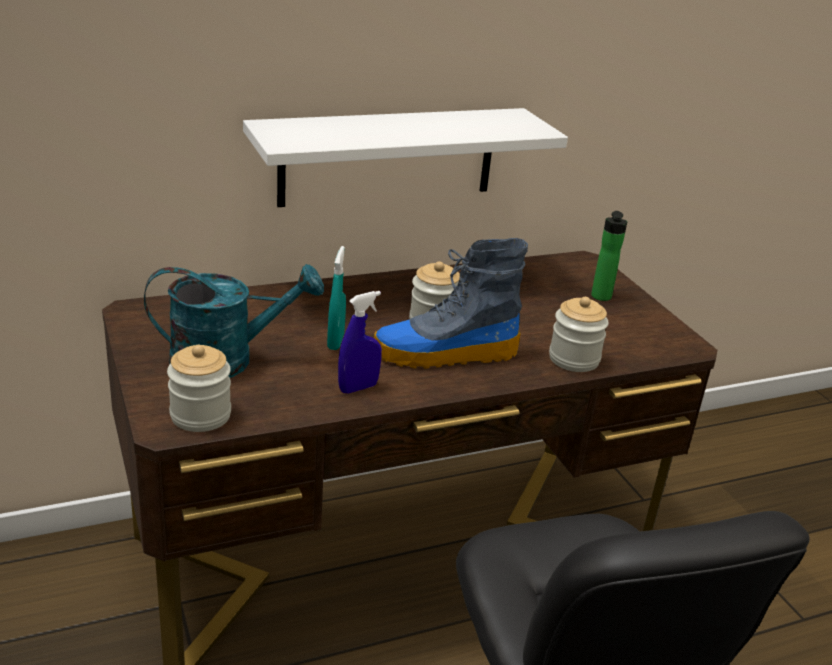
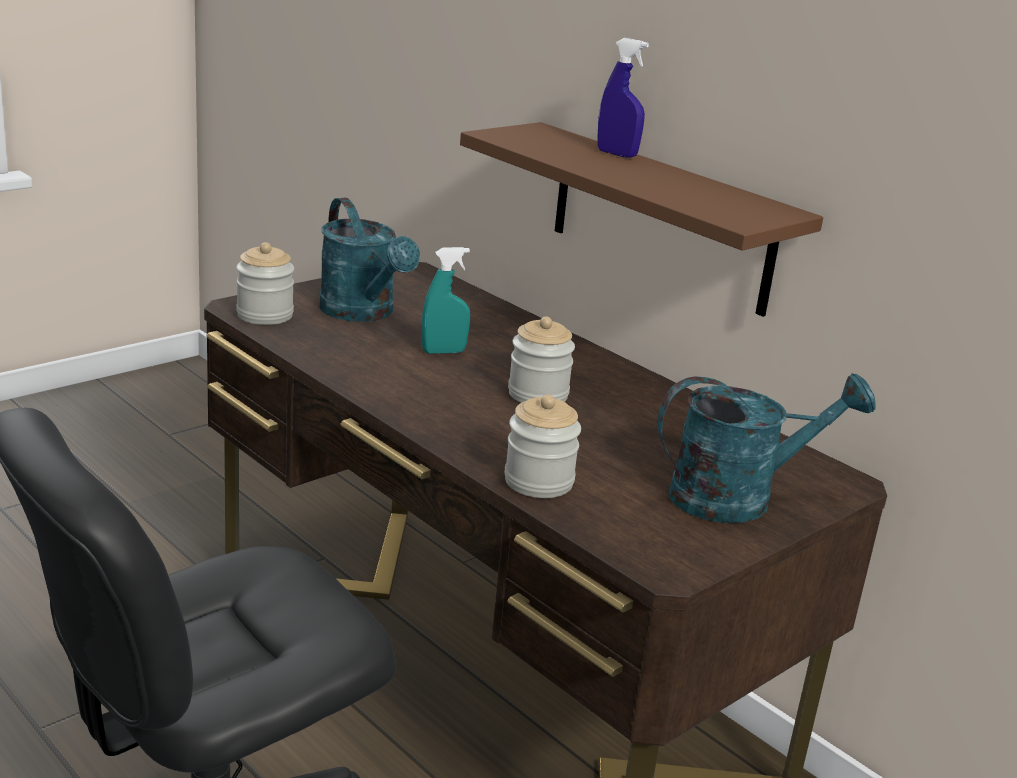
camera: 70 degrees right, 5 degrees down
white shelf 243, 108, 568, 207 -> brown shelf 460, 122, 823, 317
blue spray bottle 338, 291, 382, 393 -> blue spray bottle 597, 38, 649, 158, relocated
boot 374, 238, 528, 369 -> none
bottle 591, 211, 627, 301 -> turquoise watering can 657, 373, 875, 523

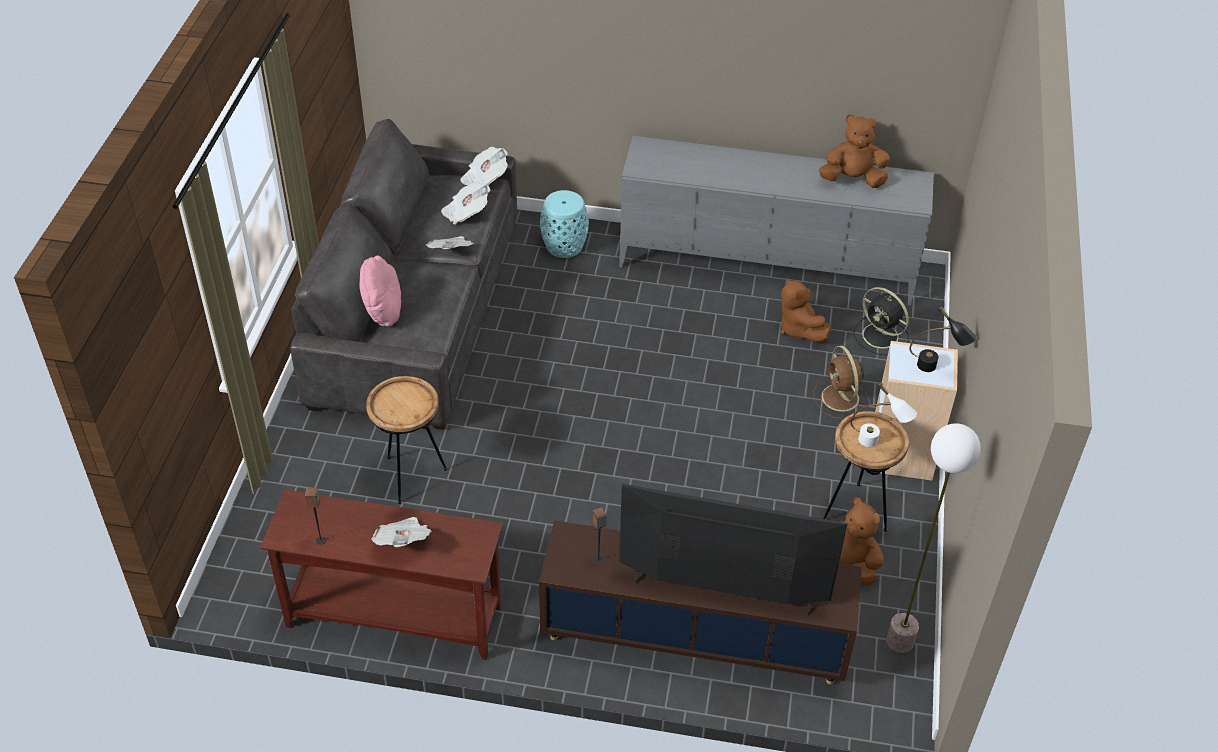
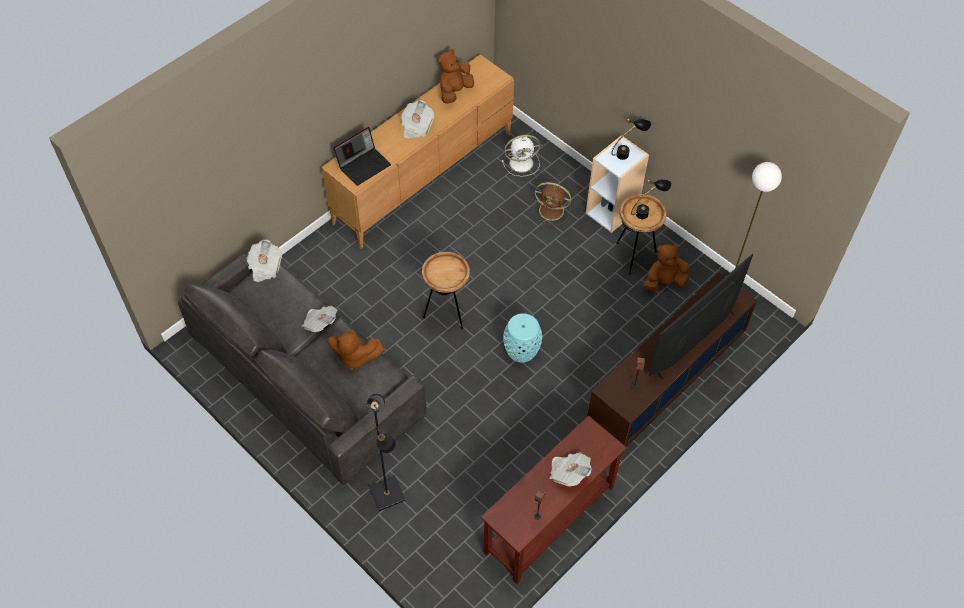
camera: 55 degrees left, 10 degrees up
pink pillow 359, 255, 401, 326 -> none
brown side table 366, 376, 447, 504 -> brown side table 422, 252, 470, 329, relocated
newspaper 441, 181, 490, 225 -> newspaper 401, 100, 434, 138, relocated
turquoise stool 540, 190, 589, 258 -> turquoise stool 503, 313, 542, 363, relocated
grey cabinet 619, 136, 934, 306 -> brown cabinet 321, 54, 514, 249
brown plush toy 780, 277, 831, 342 -> brown plush toy 327, 331, 384, 370, relocated
white table lamp 850, 382, 917, 447 -> black table lamp 631, 179, 672, 219
black fan 854, 287, 909, 355 -> white fan 502, 135, 540, 177
none -> laptop 334, 127, 391, 186
none -> black floor lamp 367, 394, 406, 511

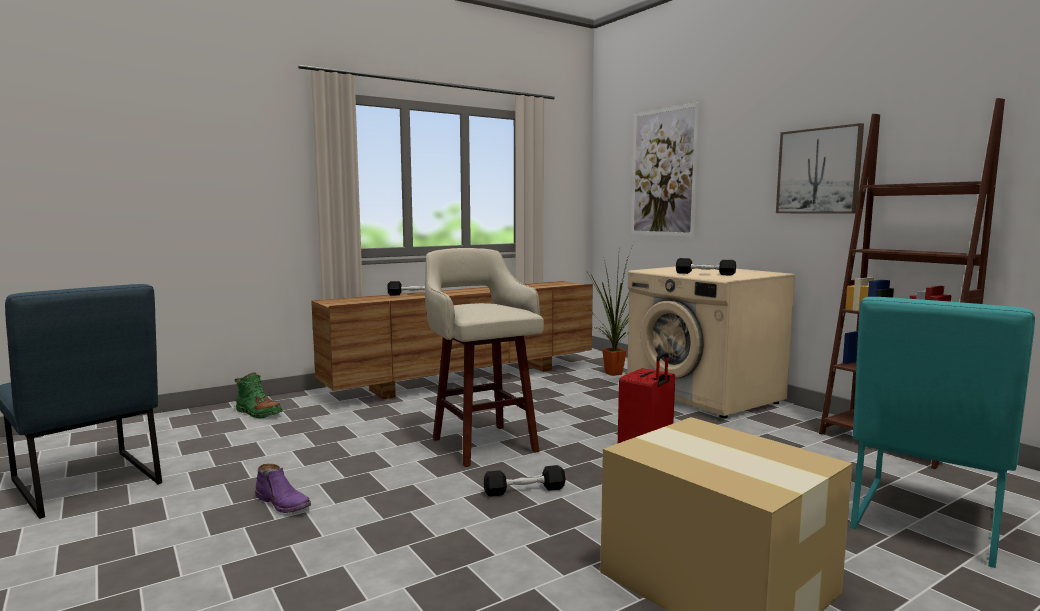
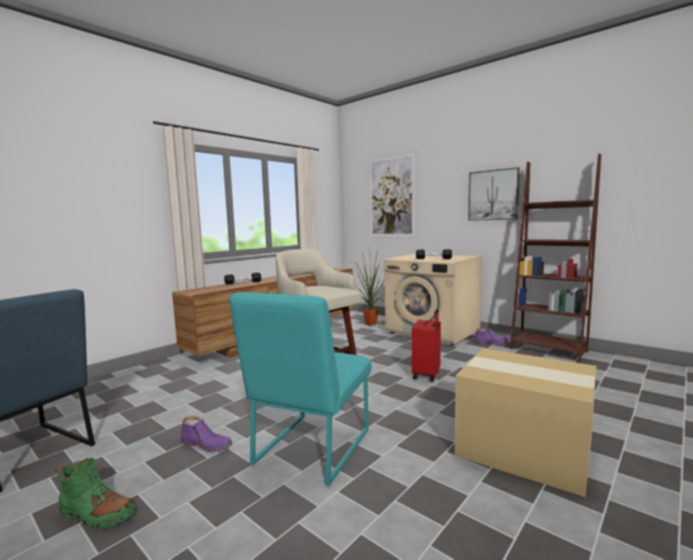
camera: 15 degrees left, 0 degrees up
green boot 234, 373, 283, 418 -> green boot 54, 458, 136, 529, relocated
black dumbbell 484, 465, 566, 497 -> none
turquoise chair 850, 297, 1035, 568 -> turquoise chair 229, 292, 371, 486, relocated
none -> purple boot 474, 328, 511, 344

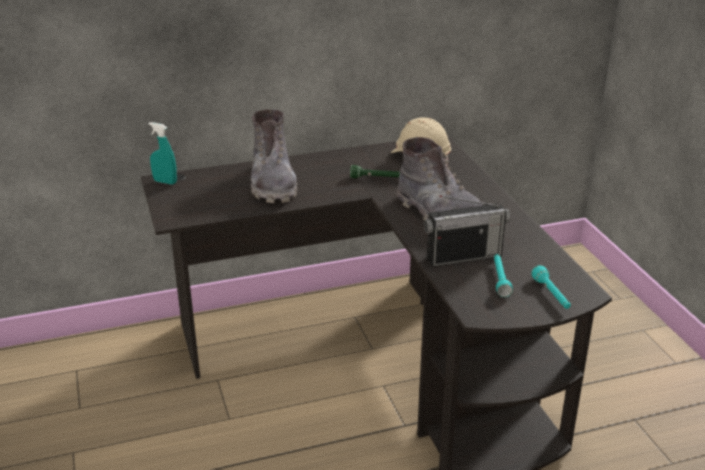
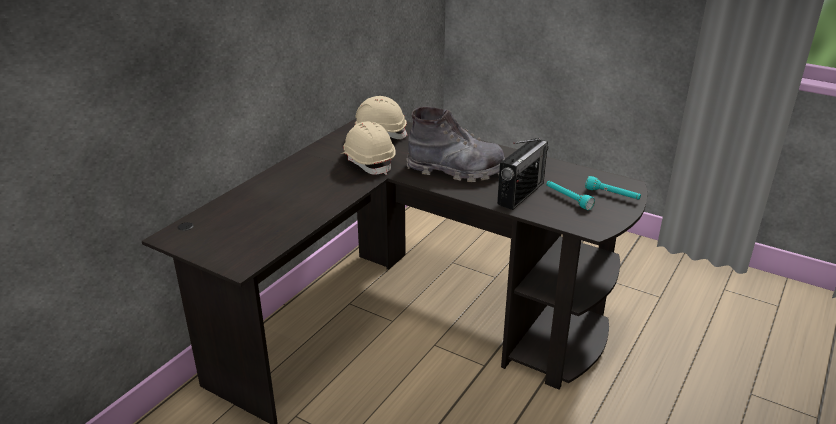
camera: 40 degrees left, 0 degrees up
turquoise spray bottle 148, 122, 177, 185 -> none
grey boot 251, 109, 297, 203 -> none
green flashlight 350, 165, 400, 178 -> beige hard hat 341, 121, 396, 175

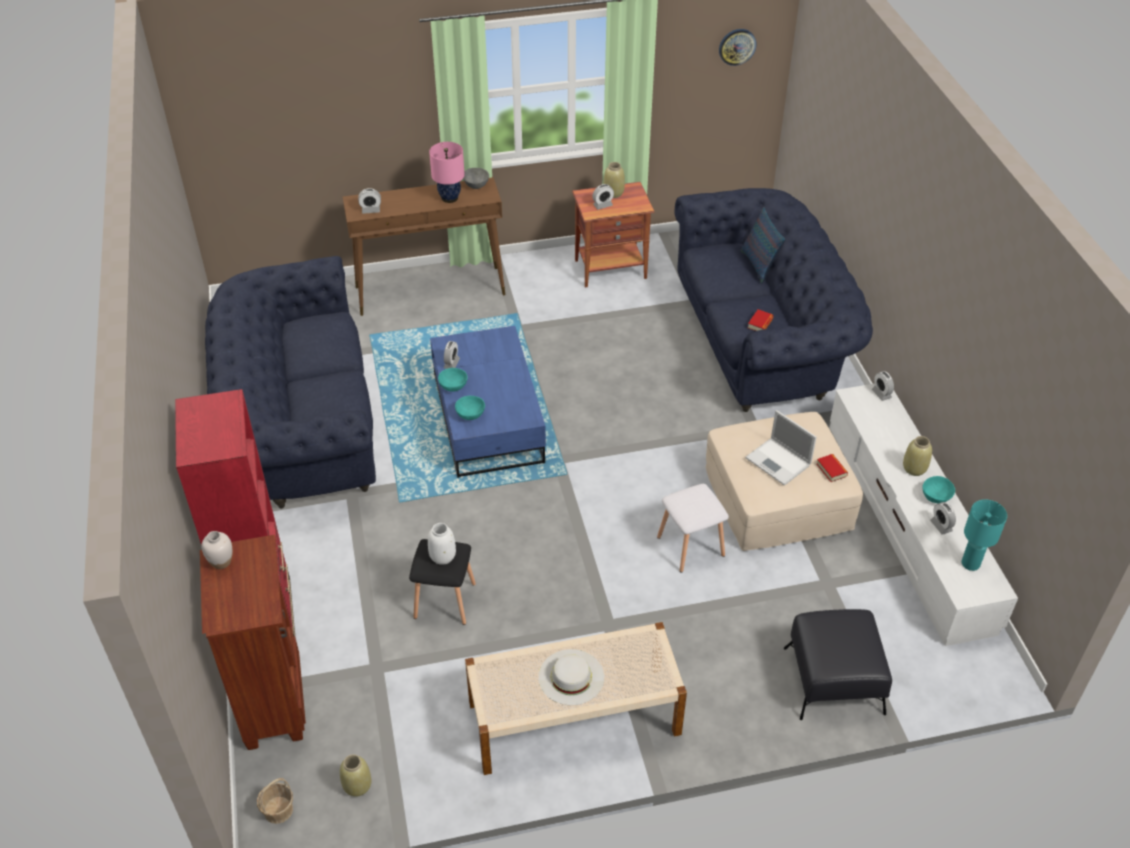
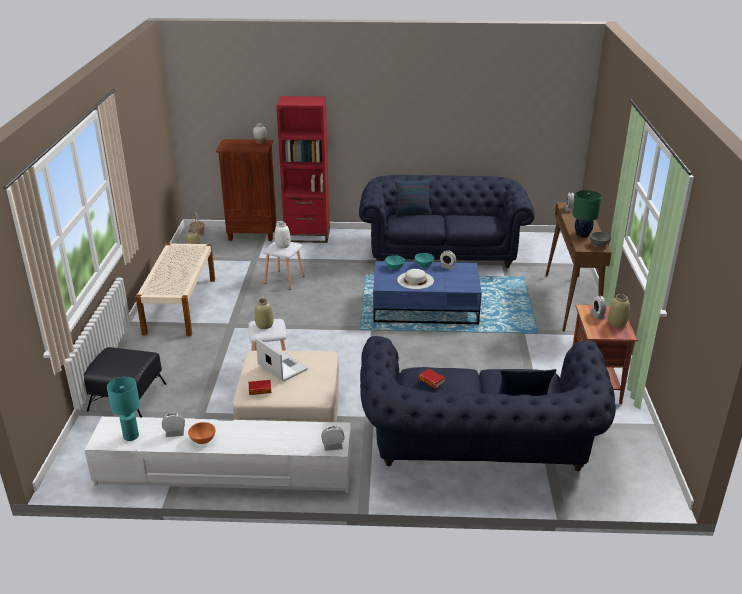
camera: 105 degrees right, 15 degrees down
black stool 409, 539, 476, 625 -> white stool 263, 241, 304, 290
pink table lamp 429, 142, 465, 203 -> green table lamp 572, 190, 602, 237
white hat 538, 649, 604, 705 -> white hat 397, 269, 434, 289, relocated
wall clock 719, 29, 756, 66 -> none
laptop 745, 410, 817, 486 -> laptop 256, 338, 308, 382, 75 degrees clockwise
beige vase 903, 436, 932, 476 -> beige vase 254, 298, 273, 329, relocated
turquoise bowl 923, 476, 955, 503 -> orange bowl 188, 422, 216, 444
none -> blue pillow 395, 179, 432, 217

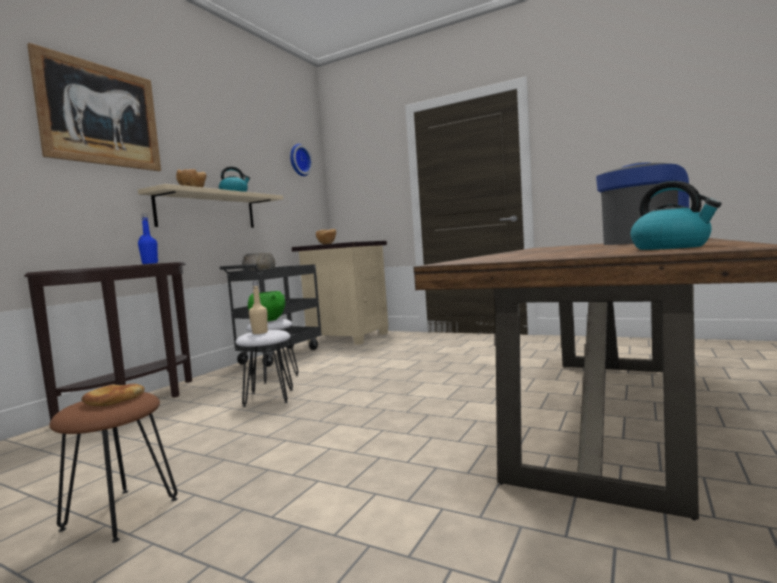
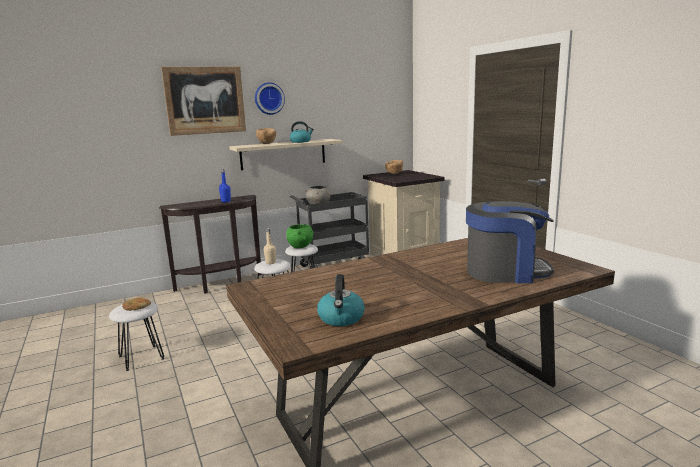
camera: 35 degrees right, 10 degrees up
brown stool 49, 392, 178, 543 -> white stool 109, 301, 165, 371
wall clock 290, 144, 313, 176 -> wall clock 255, 82, 285, 115, relocated

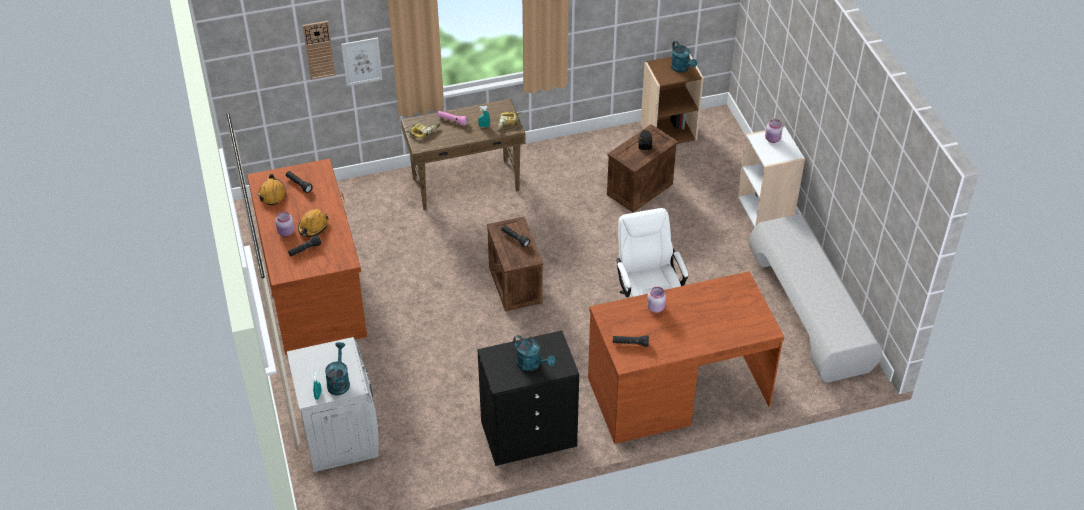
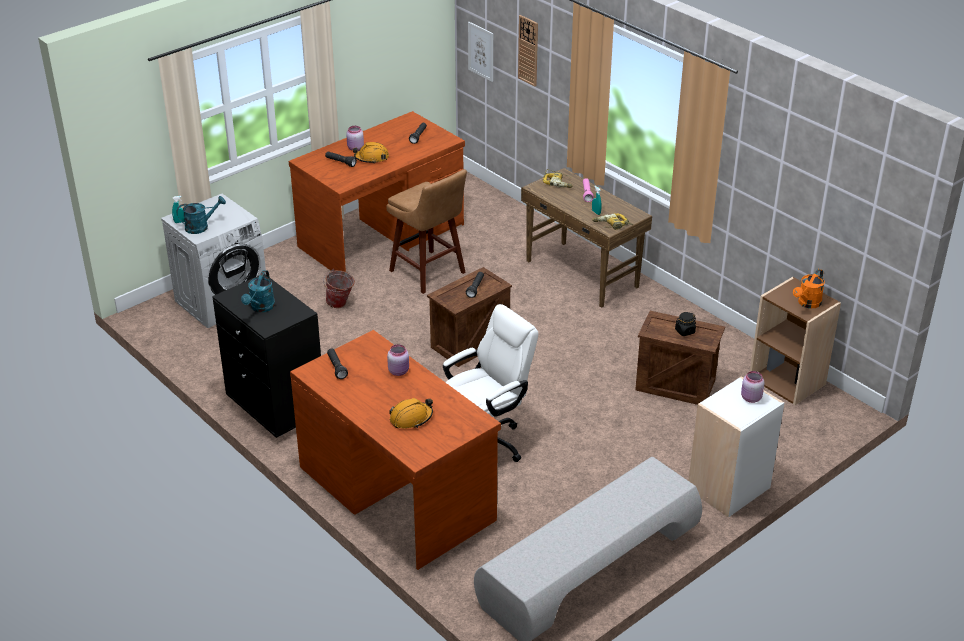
camera: 65 degrees right, 10 degrees down
orange hard hat 258, 174, 286, 205 -> orange hard hat 389, 398, 433, 428, relocated
picture 341, 37, 383, 86 -> picture 468, 22, 493, 82, relocated
turquoise watering can 671, 41, 697, 73 -> orange watering can 793, 269, 825, 308
none -> bucket 323, 269, 355, 308
none -> brown stool 386, 169, 467, 294

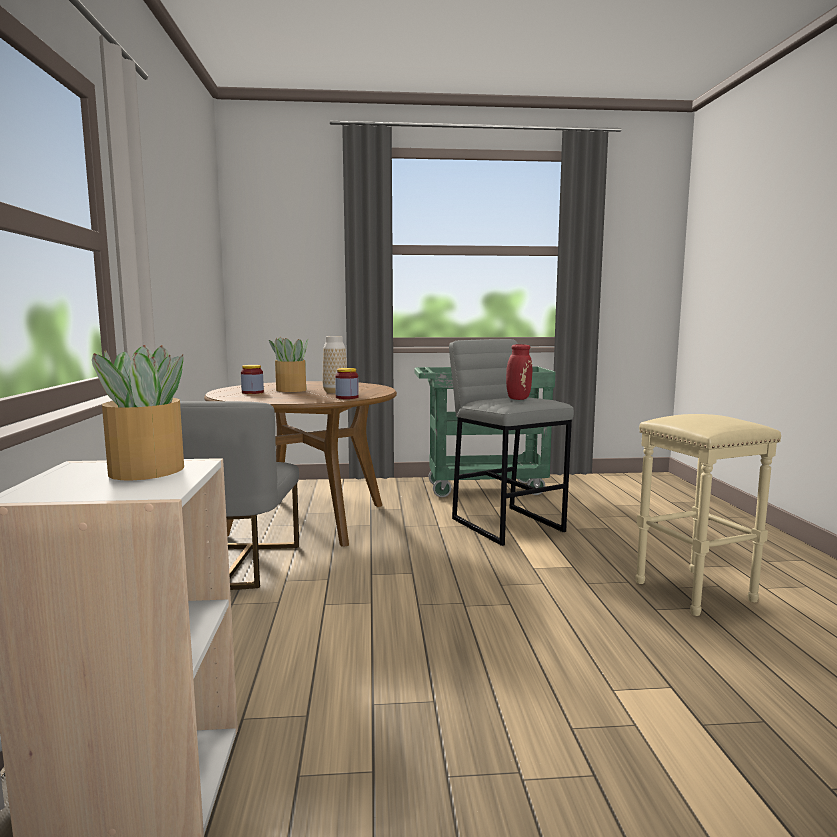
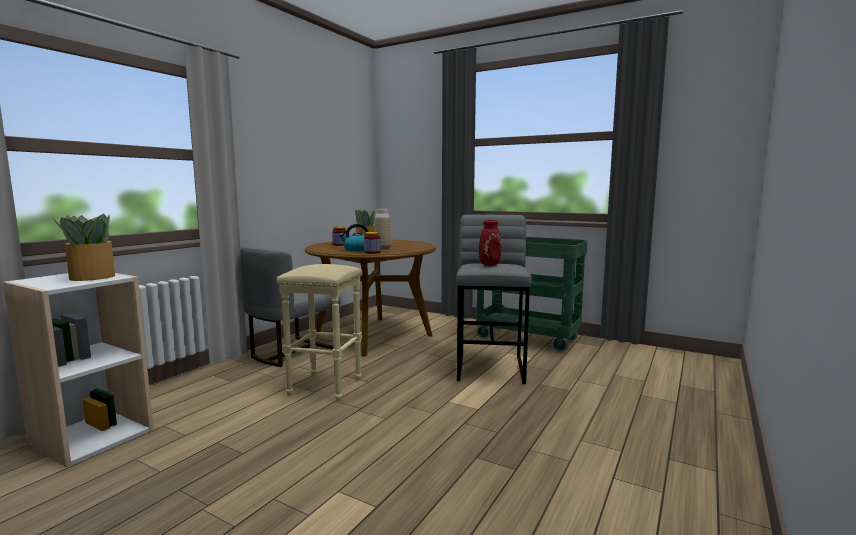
camera: 35 degrees right, 0 degrees up
beige stool 636, 414, 781, 616 -> beige stool 276, 264, 362, 401, relocated
none -> kettle 339, 224, 368, 251

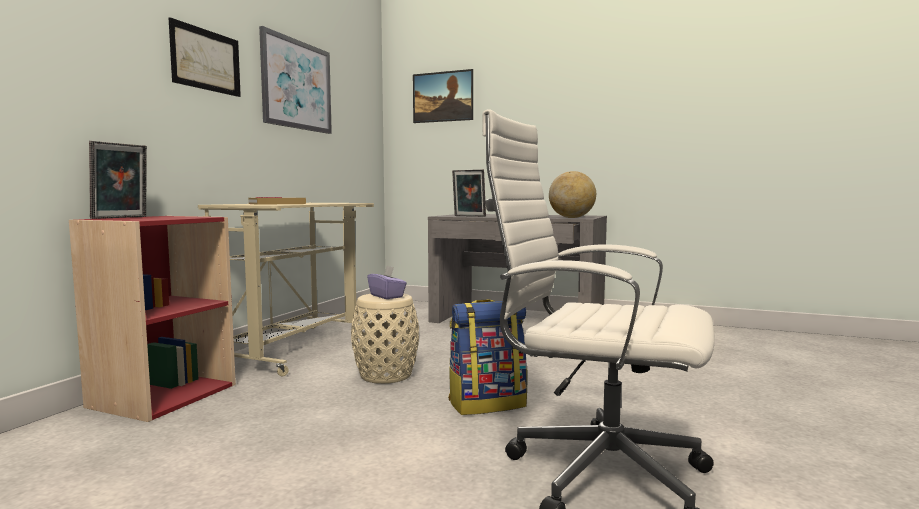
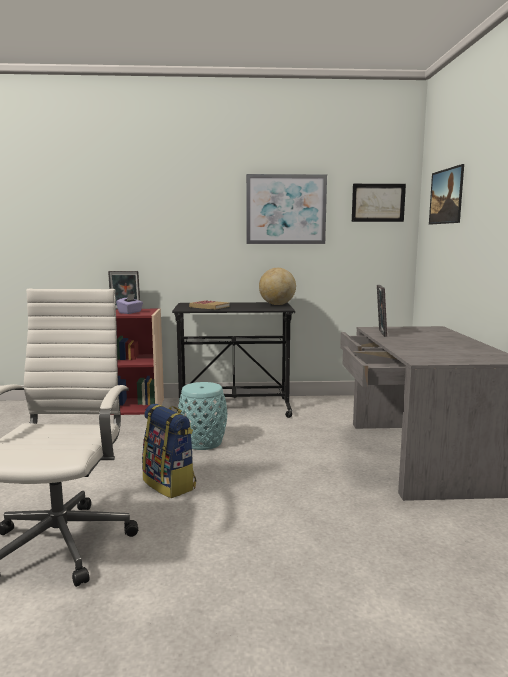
camera: 65 degrees right, 5 degrees up
picture 169, 17, 241, 97 -> picture 352, 184, 406, 222, relocated
beige desk 198, 203, 374, 376 -> black desk 172, 302, 295, 418
beige stool 351, 294, 419, 384 -> turquoise stool 178, 382, 227, 450
purple tissue box 367, 266, 407, 299 -> purple tissue box 116, 294, 143, 314, relocated
globe 549, 171, 596, 218 -> globe 259, 268, 296, 305, relocated

